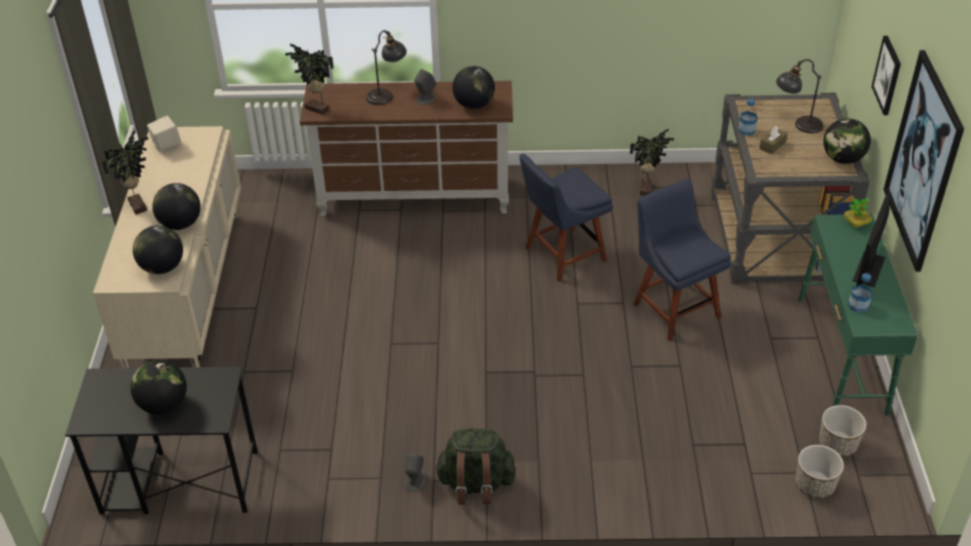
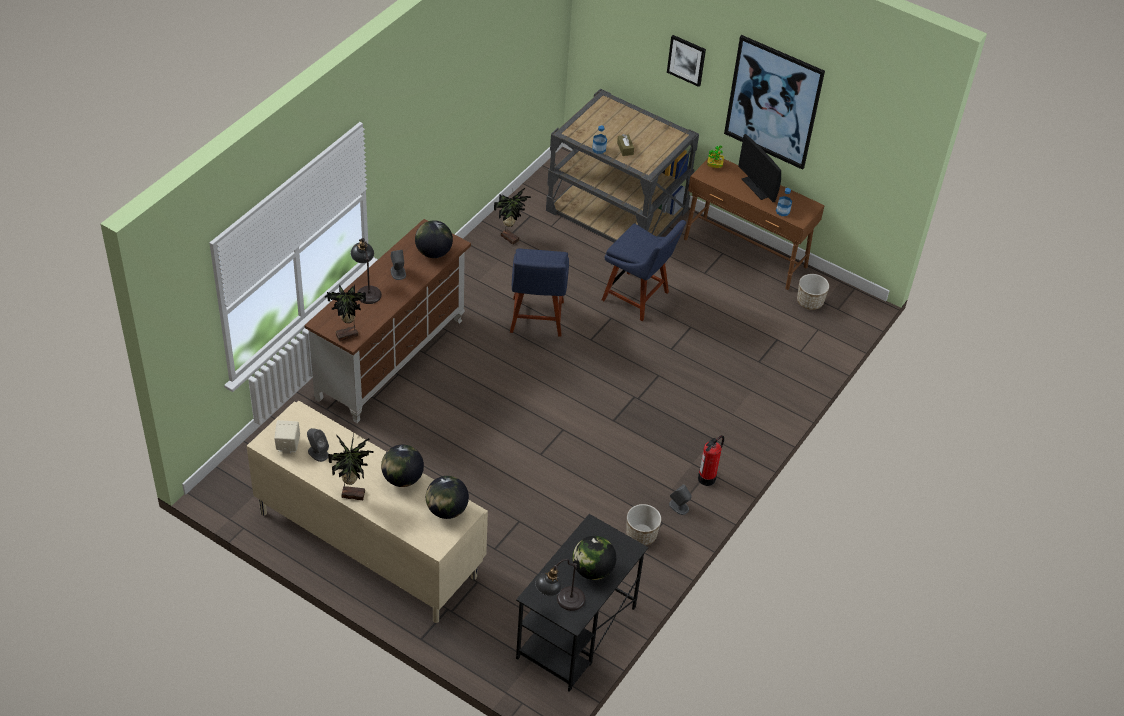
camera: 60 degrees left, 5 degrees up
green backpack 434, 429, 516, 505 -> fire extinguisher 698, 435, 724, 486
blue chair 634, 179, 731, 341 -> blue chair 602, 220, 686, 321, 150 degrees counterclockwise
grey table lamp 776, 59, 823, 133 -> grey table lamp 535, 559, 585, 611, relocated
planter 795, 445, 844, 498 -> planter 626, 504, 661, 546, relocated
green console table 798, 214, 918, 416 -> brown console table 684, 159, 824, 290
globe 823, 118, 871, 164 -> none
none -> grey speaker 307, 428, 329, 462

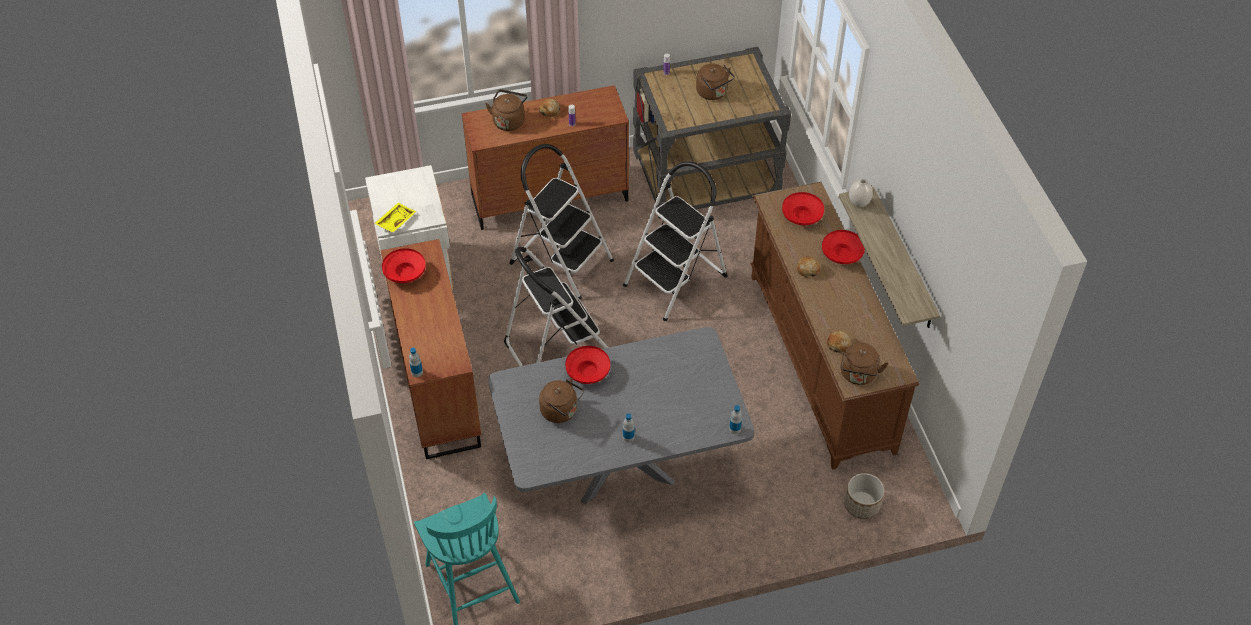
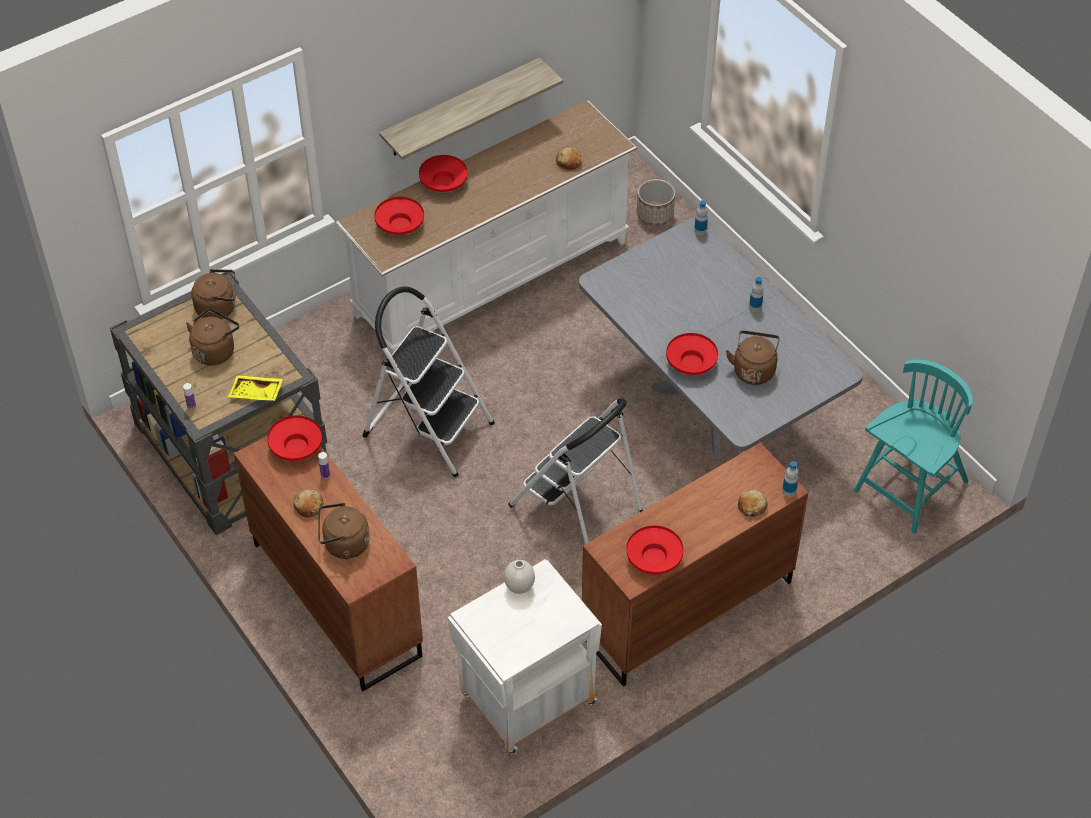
camera: 110 degrees left, 0 degrees up
yellow tray 374, 202, 416, 233 -> yellow tray 228, 375, 283, 401, relocated
step ladder 509, 144, 614, 299 -> none
brown cabinet 750, 182, 919, 470 -> white cabinet 336, 101, 638, 355
bread 797, 257, 820, 279 -> bread 738, 489, 768, 517, relocated
brown kettle 841, 342, 888, 385 -> brown kettle 191, 269, 236, 319, relocated
white vase 849, 179, 873, 207 -> white vase 504, 560, 535, 594, relocated
none -> red bowl 267, 415, 322, 461

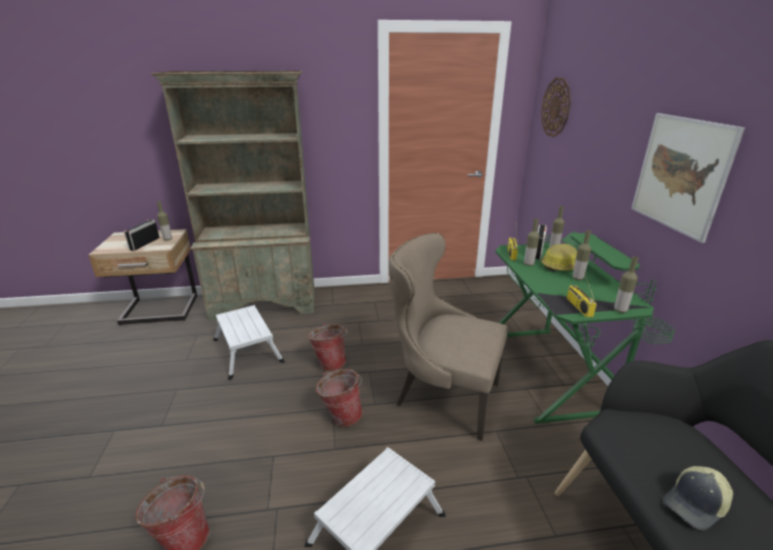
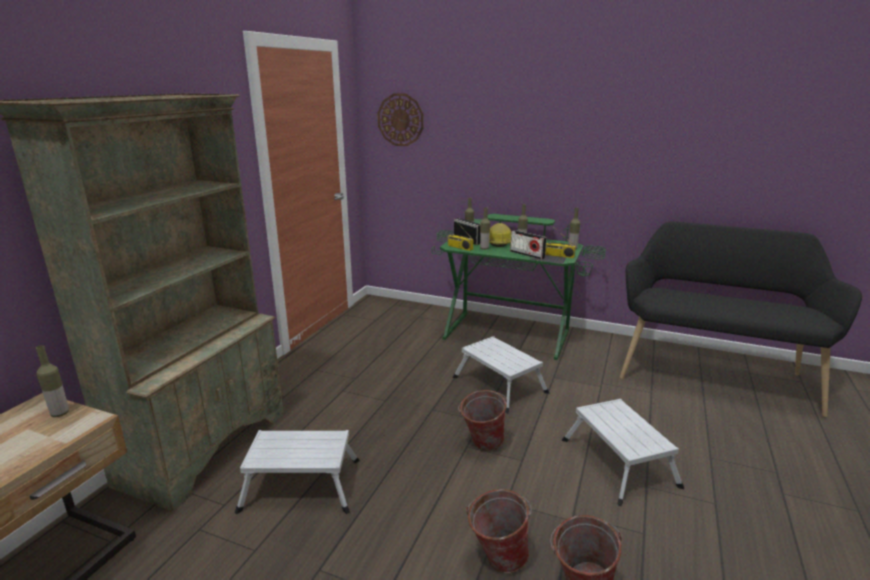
camera: 60 degrees left, 5 degrees down
radio 124, 220, 159, 251 -> radio 510, 230, 547, 259, relocated
bucket 308, 323, 348, 371 -> bucket 466, 489, 532, 573, relocated
beige chair 389, 233, 508, 441 -> white step ladder 453, 336, 550, 413
picture 631, 113, 745, 243 -> none
cap 663, 466, 733, 530 -> none

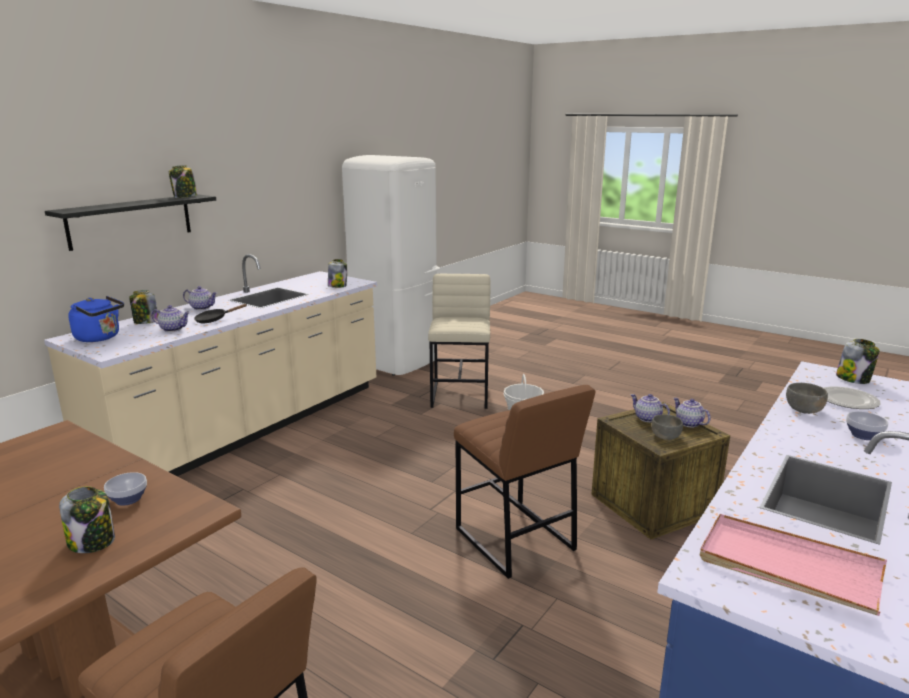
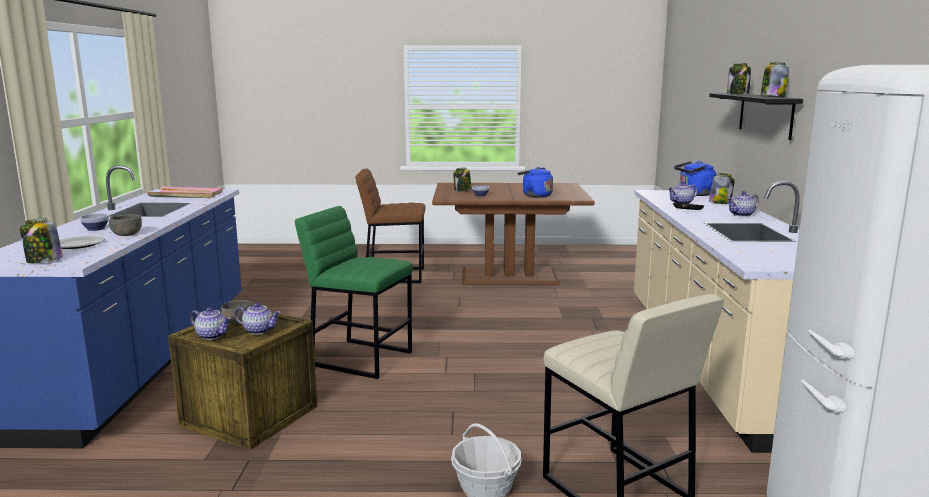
camera: 145 degrees right, 5 degrees down
jar 328, 259, 347, 288 -> jar 727, 63, 751, 95, relocated
brown chair 454, 385, 595, 579 -> green chair 295, 206, 413, 379
none -> blue kettle 518, 167, 553, 197

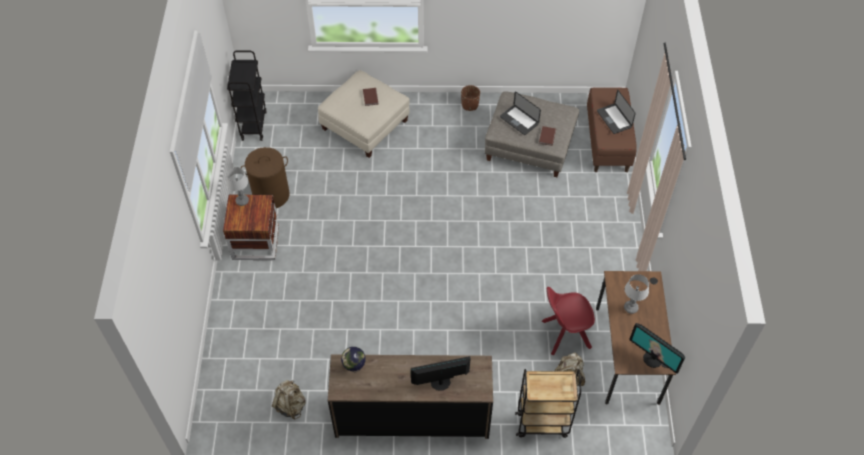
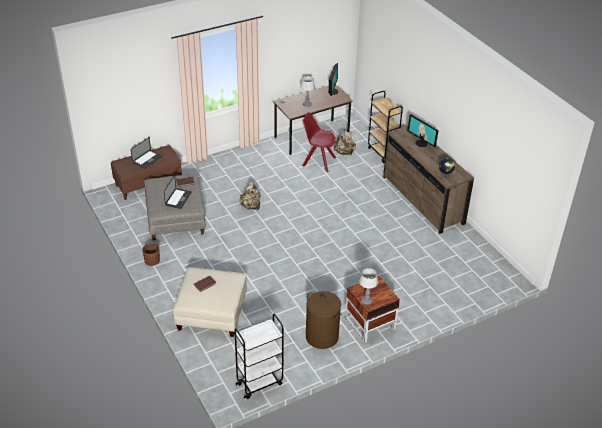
camera: 120 degrees left, 15 degrees down
black cart 227, 51, 267, 141 -> white cart 234, 314, 284, 399
beige backpack 272, 380, 306, 420 -> beige backpack 240, 183, 261, 210, relocated
red chair 542, 287, 595, 355 -> red chair 302, 112, 336, 172, 150 degrees clockwise

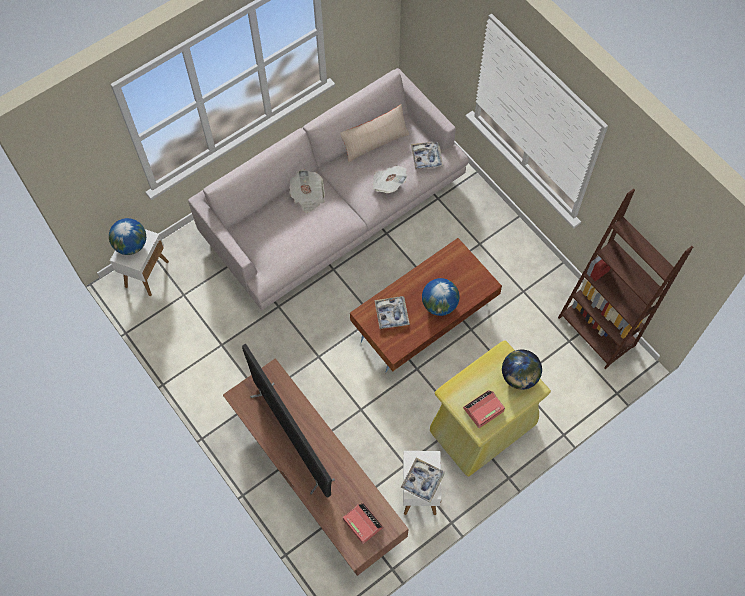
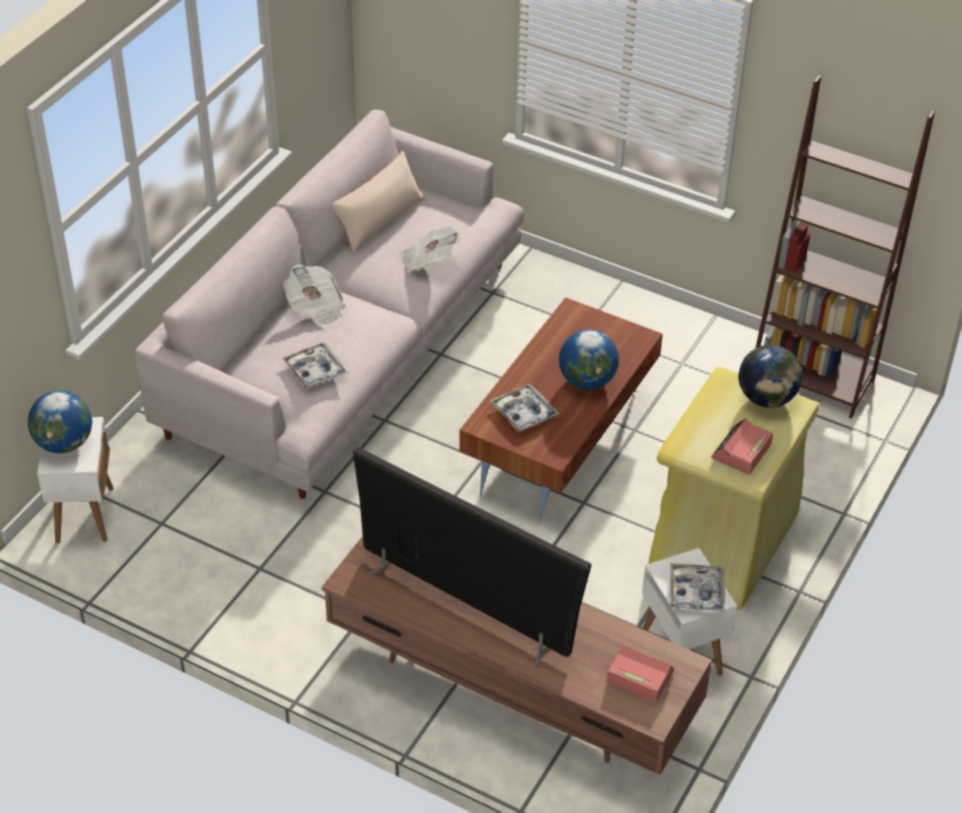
camera: 25 degrees left, 20 degrees down
tray 411, 141, 443, 170 -> tray 282, 342, 349, 389, relocated

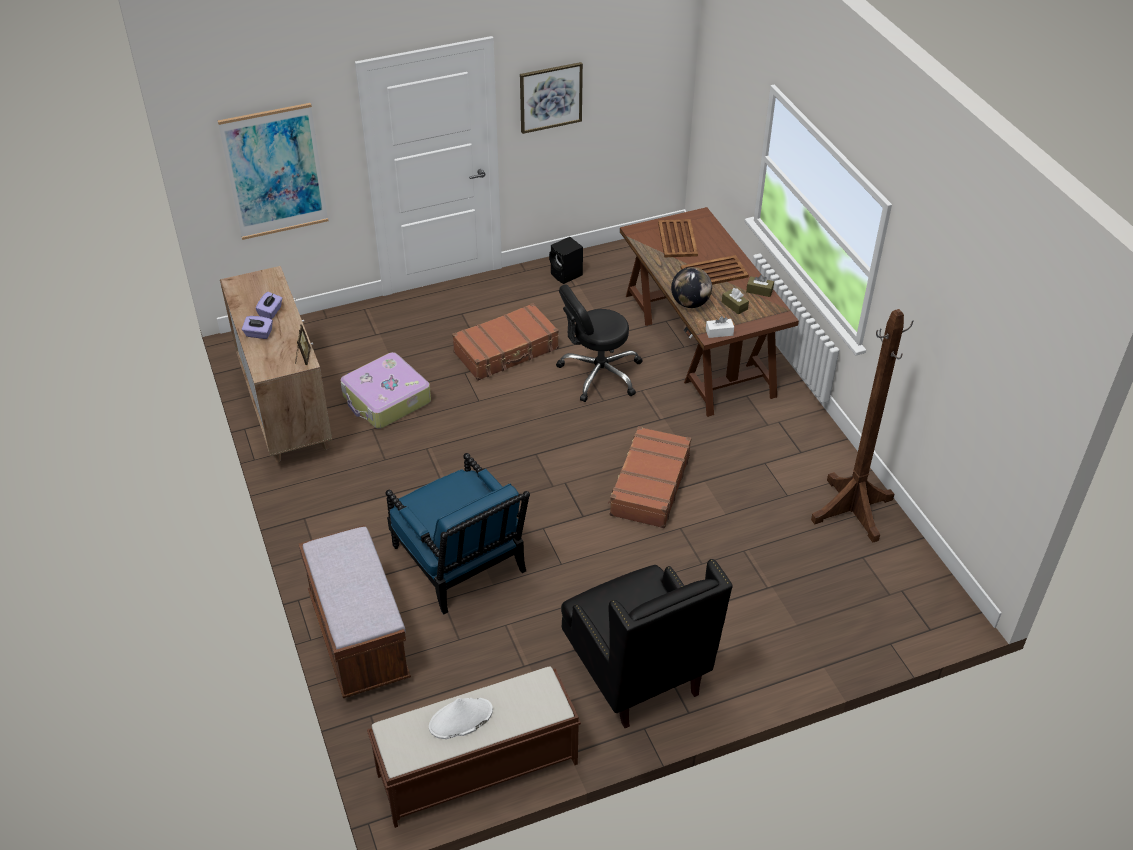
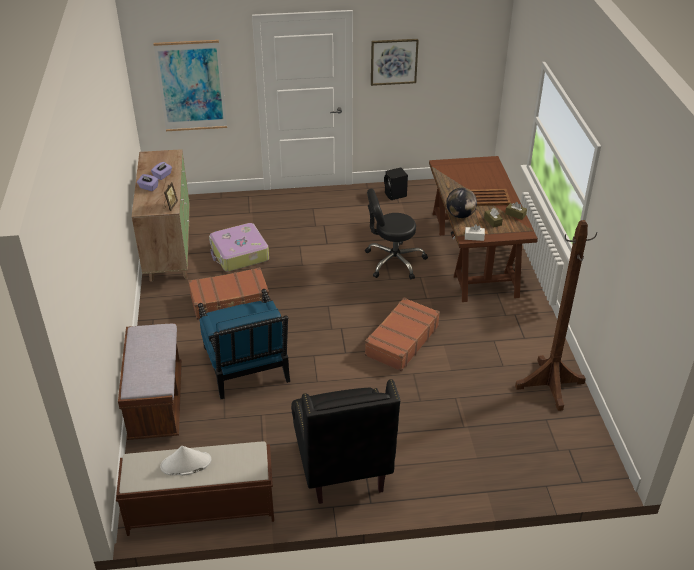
camera: 15 degrees right, 5 degrees down
brown suitcase 452, 303, 559, 381 -> brown suitcase 188, 267, 269, 320, relocated
brown tray 658, 219, 698, 257 -> none

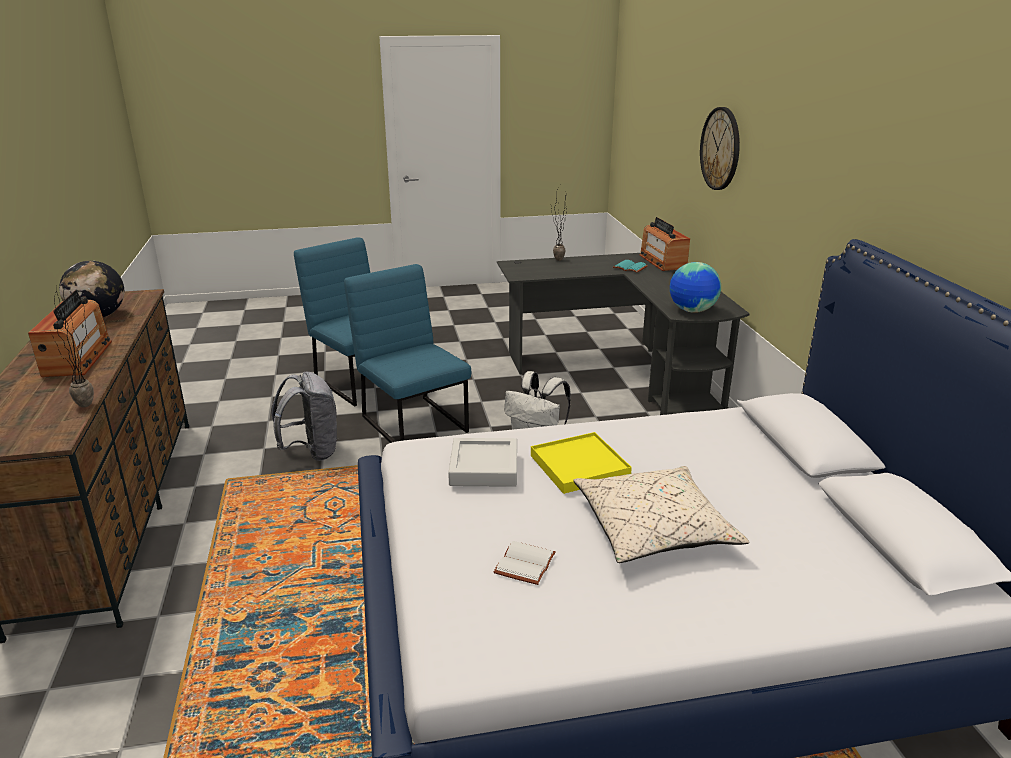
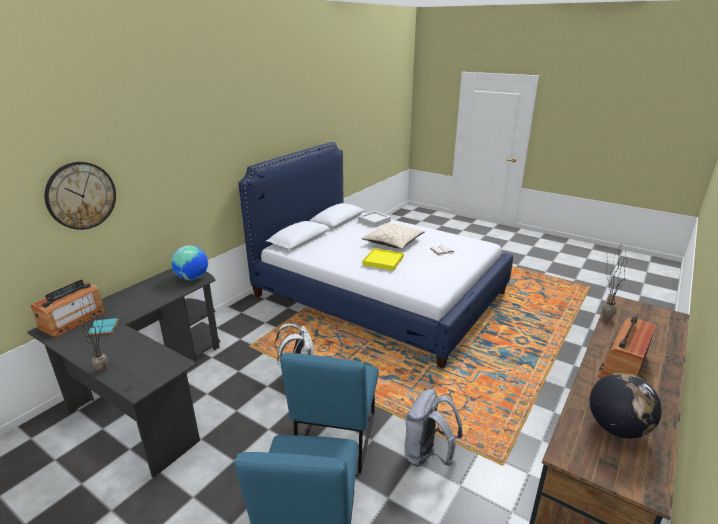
camera: 135 degrees left, 0 degrees up
grey tray 448, 438, 517, 487 -> grey tray 358, 211, 391, 228, relocated

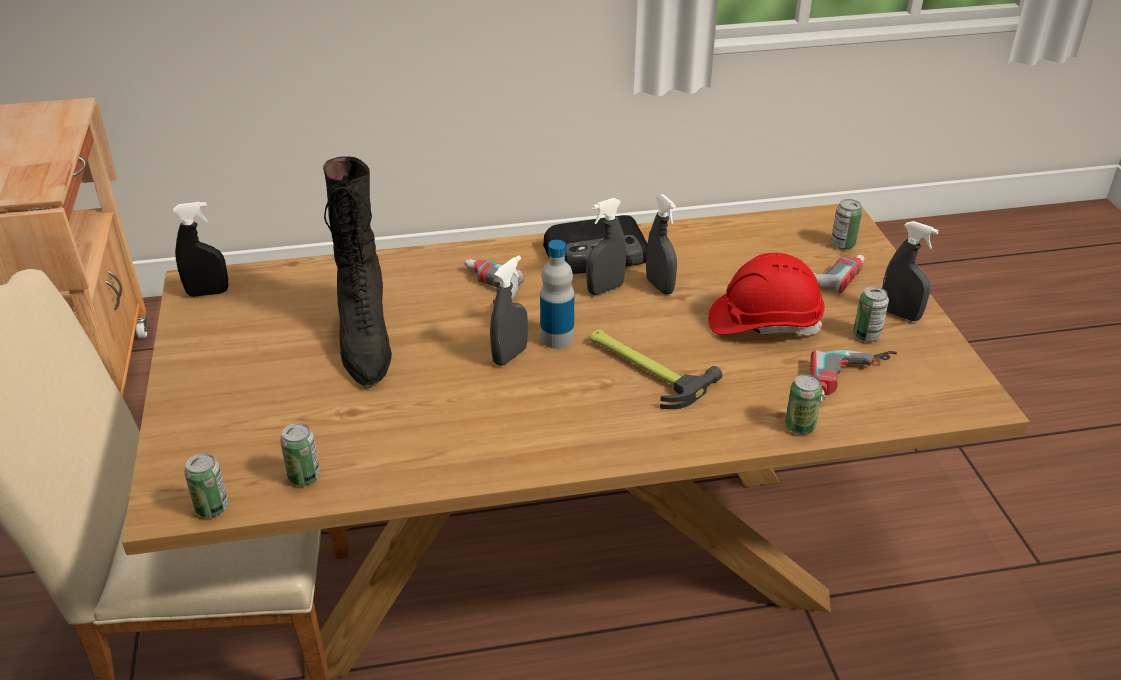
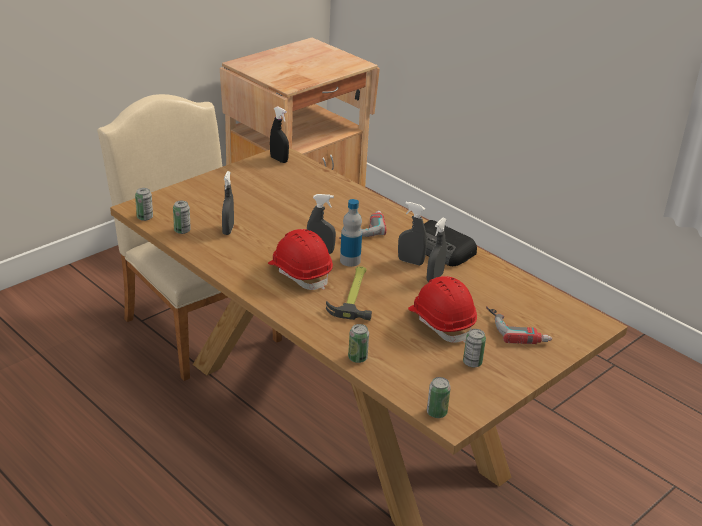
camera: 55 degrees right, 5 degrees down
black boot 323, 156, 392, 386 -> none
power drill 810, 350, 897, 403 -> none
can 831, 199, 862, 249 -> can 427, 377, 451, 418, relocated
grey spray bottle 882, 221, 939, 321 -> grey spray bottle 222, 171, 234, 235, relocated
none -> red hard hat 268, 229, 333, 290

